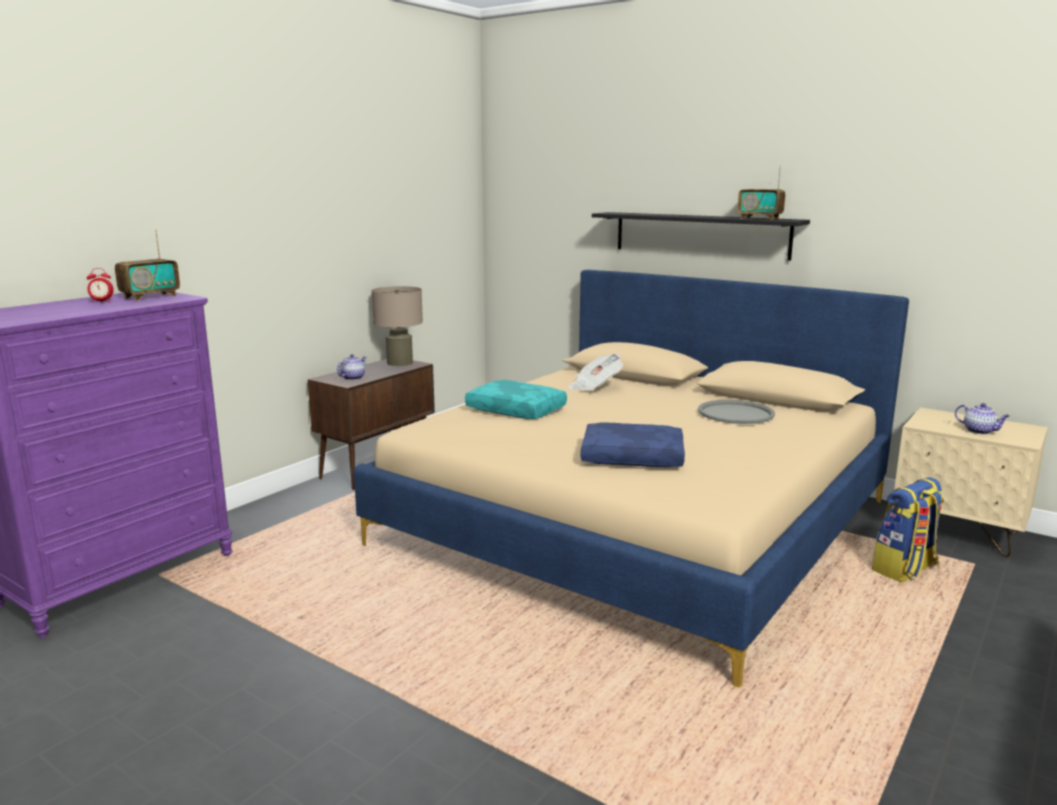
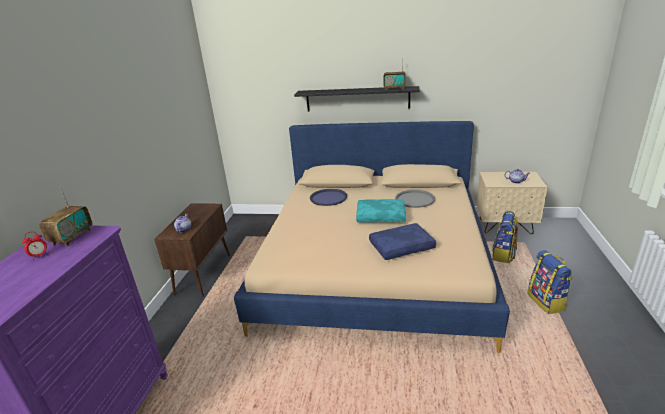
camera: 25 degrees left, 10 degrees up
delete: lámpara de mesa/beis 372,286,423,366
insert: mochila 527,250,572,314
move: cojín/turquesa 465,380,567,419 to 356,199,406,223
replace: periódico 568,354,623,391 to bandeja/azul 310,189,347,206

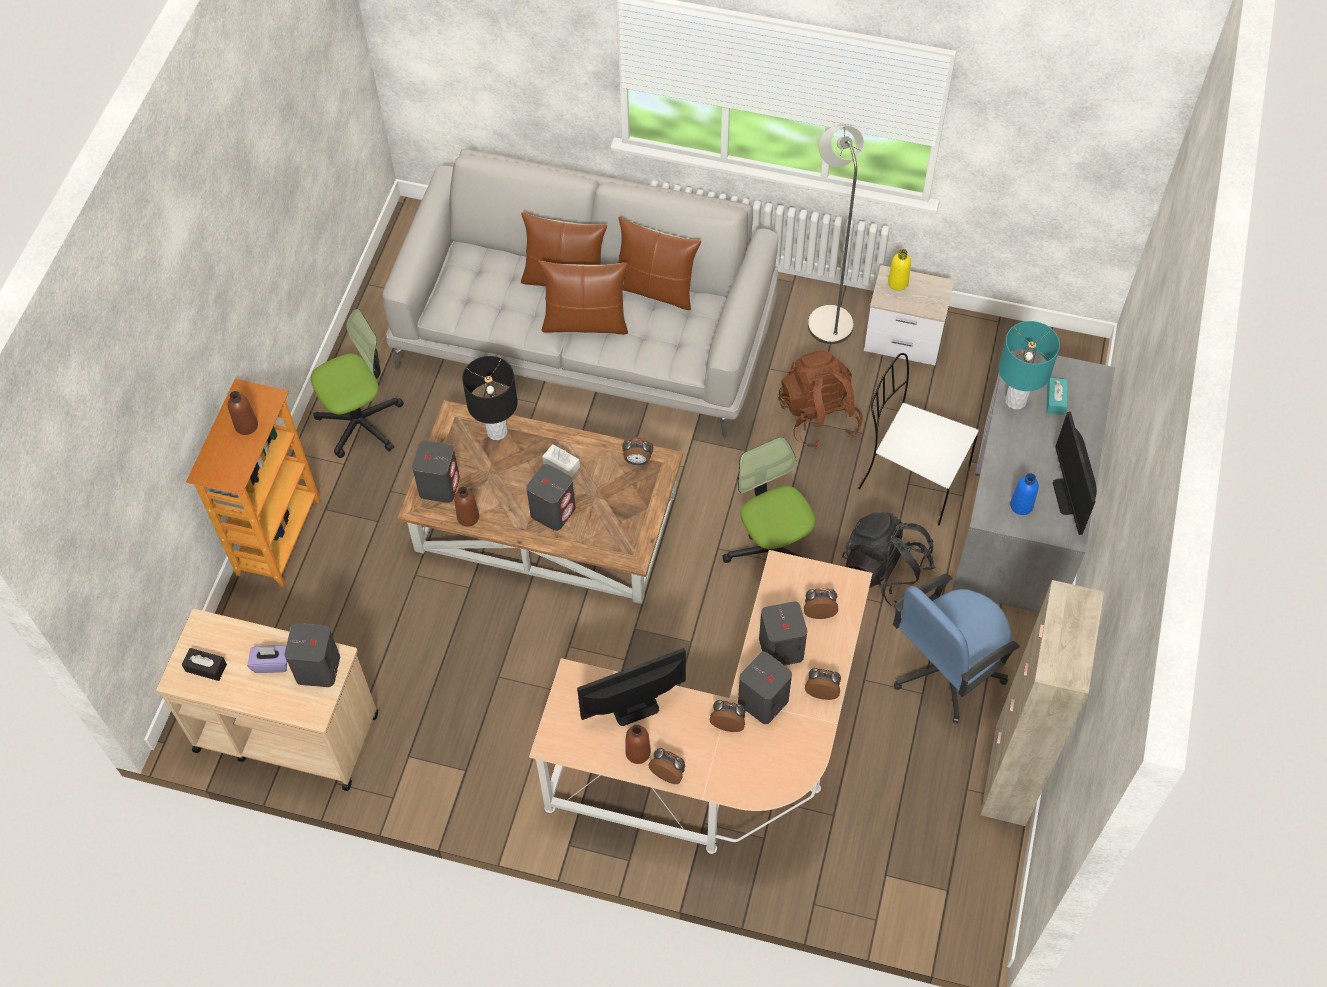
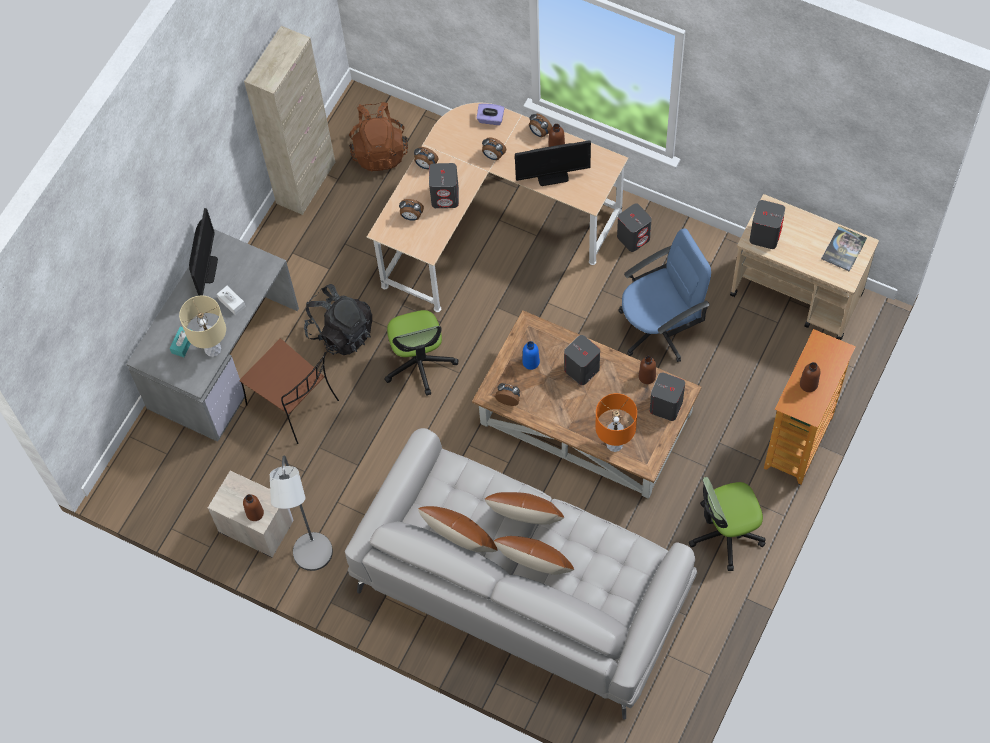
camera: 165 degrees left, 5 degrees up
move: mochila/marrón 778,350,863,449 to 349,102,408,172; caja de pañuelos/blanco 542,444,580,477 to 217,286,246,315; botella/azul 1010,473,1039,515 to 522,341,540,370; silla de oficina/azul 893,573,1020,723 to 618,228,711,362; caja de pañuelos/morado 247,645,287,673 to 477,103,505,125; altavoz/gris 738,652,792,724 to 617,204,652,252
replace: caja de pañuelos/negro 182,648,227,681 to libro 821,226,867,272
recolor: botella/amarillo 888,249,911,291 to botella/marrón 243,494,264,521; lámpara de mesa/turquesa 999,321,1060,409 to lámpara de mesa/beis 179,296,226,357; silla/blanco 858,353,979,525 to silla/marrón 239,338,339,444; lámpara de mesa/negro 462,356,518,440 to lámpara de mesa/naranja 595,393,637,452

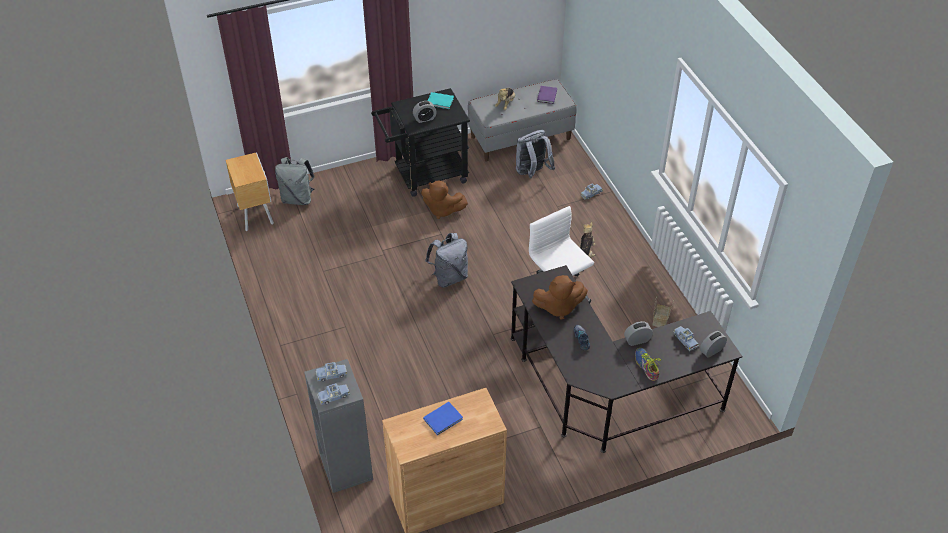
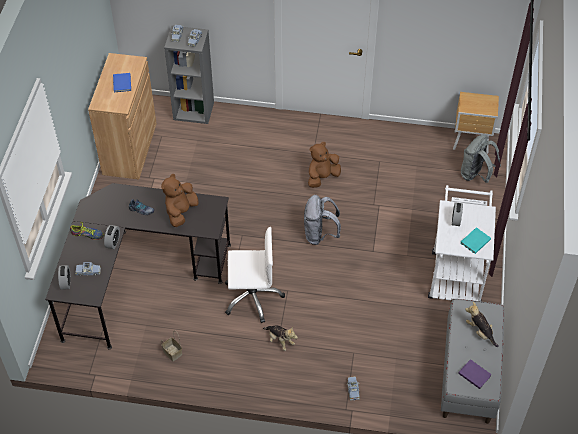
camera: 120 degrees right, 5 degrees up
delete: mochila/gris 516,130,555,179
move: peluche/marrón 421,181,468,219 to 308,142,341,188
recolor: carrito/negro 371,88,470,197 to carrito/blanco 428,185,496,301

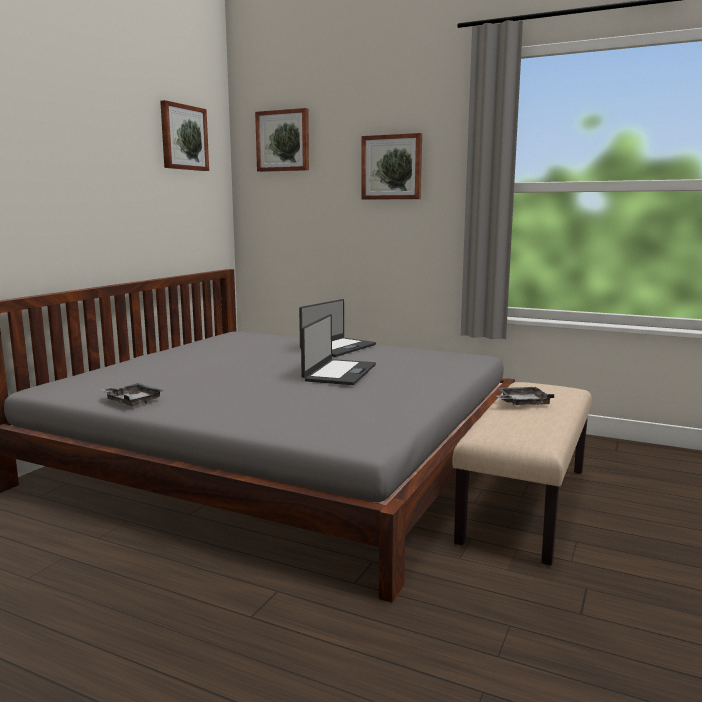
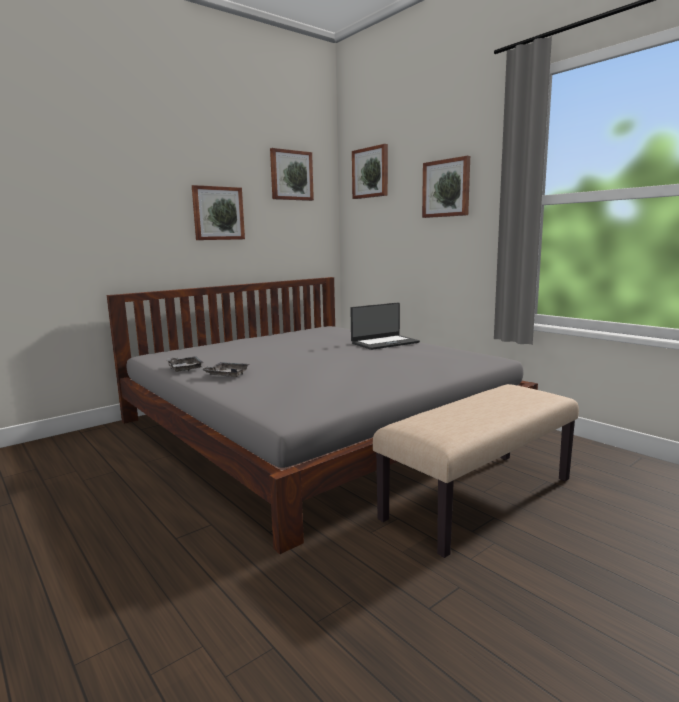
camera: 25 degrees right, 0 degrees up
delete: portátil 301,314,376,385
insert: cuadro 192,185,245,240
move: bandeja/gris 496,387,554,405 to 200,362,250,377

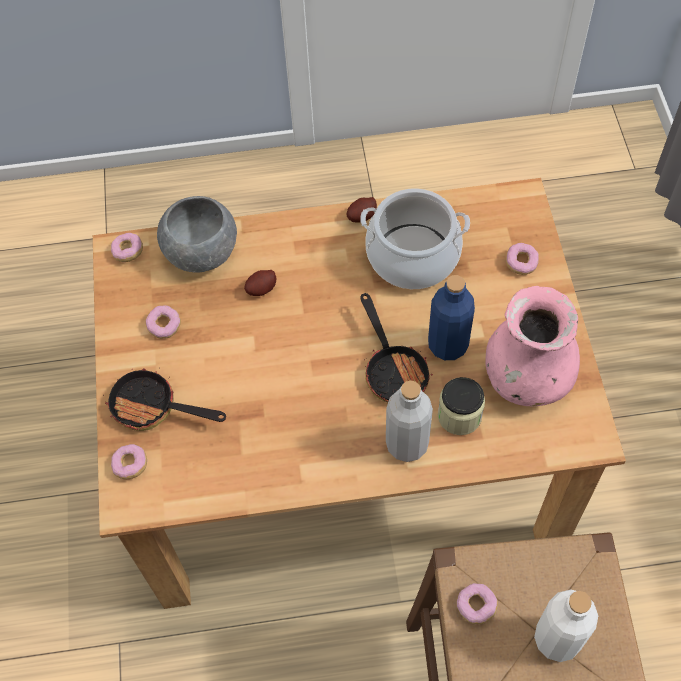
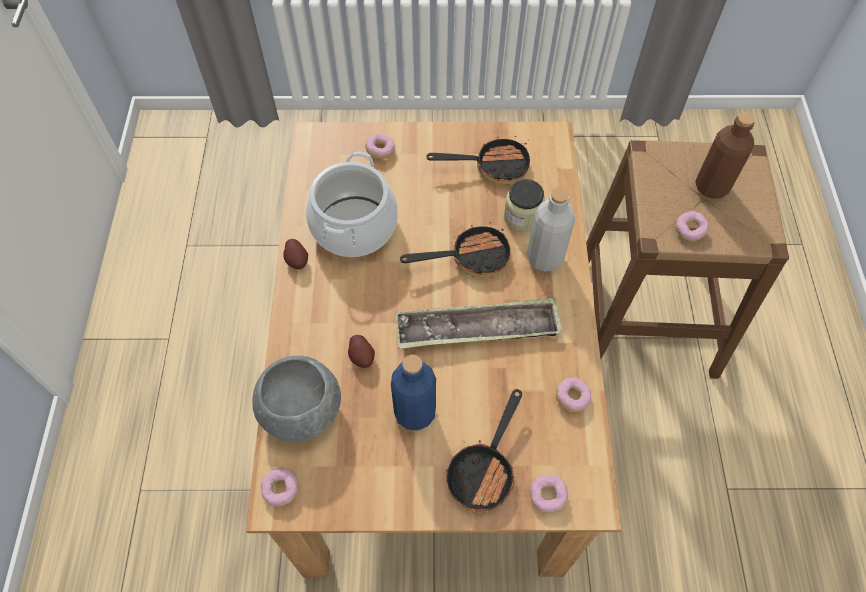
camera: 85 degrees left, 0 degrees up
insert: bandeja 395,297,562,349
move: botella/azul 428,275,475,360 to 391,355,436,431; rosquilla 145,305,181,339 to 556,378,591,412
replace: florero/rosa 485,286,580,406 to sartén 427,136,530,185
recolor: botella/blanco 534,590,598,662 to botella/marrón 695,112,755,199

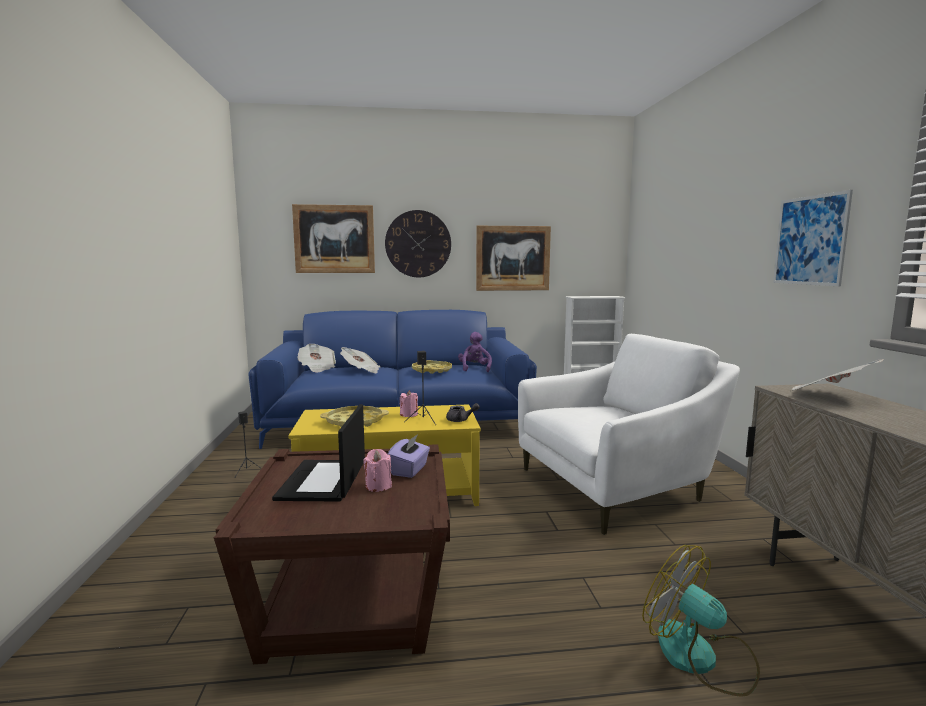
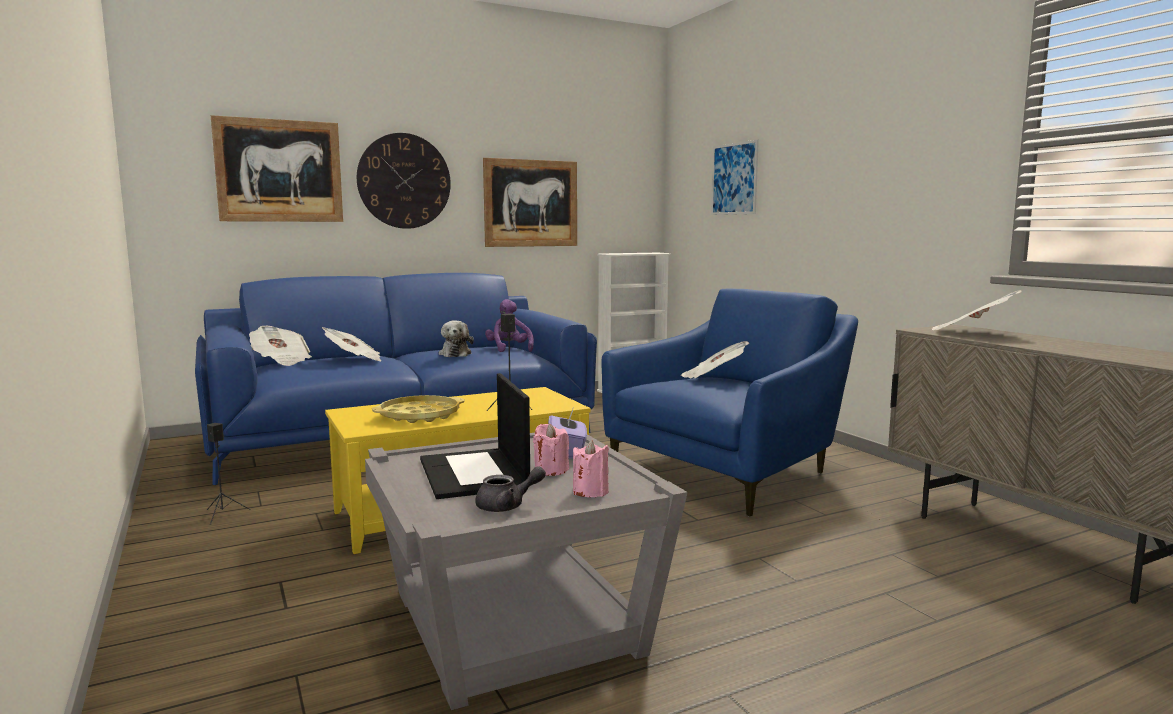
camera: 20 degrees left, 0 degrees up
delete: ventilador 642,545,760,697
insert: periódico 681,341,749,378
move: cuadro 773,190,853,286 to 711,140,759,215; vela/rosa 400,390,418,417 to 573,440,609,497; tetera/gris 446,403,480,422 to 475,466,546,512
replace: bandeja/amarillo 412,360,452,374 to peluche 439,321,474,357
recolor: sillón/blanco 518,334,740,535 to sillón/azul 601,288,858,517; mesa auxiliar/marrón 214,444,450,664 to mesa auxiliar/gris 365,433,688,710

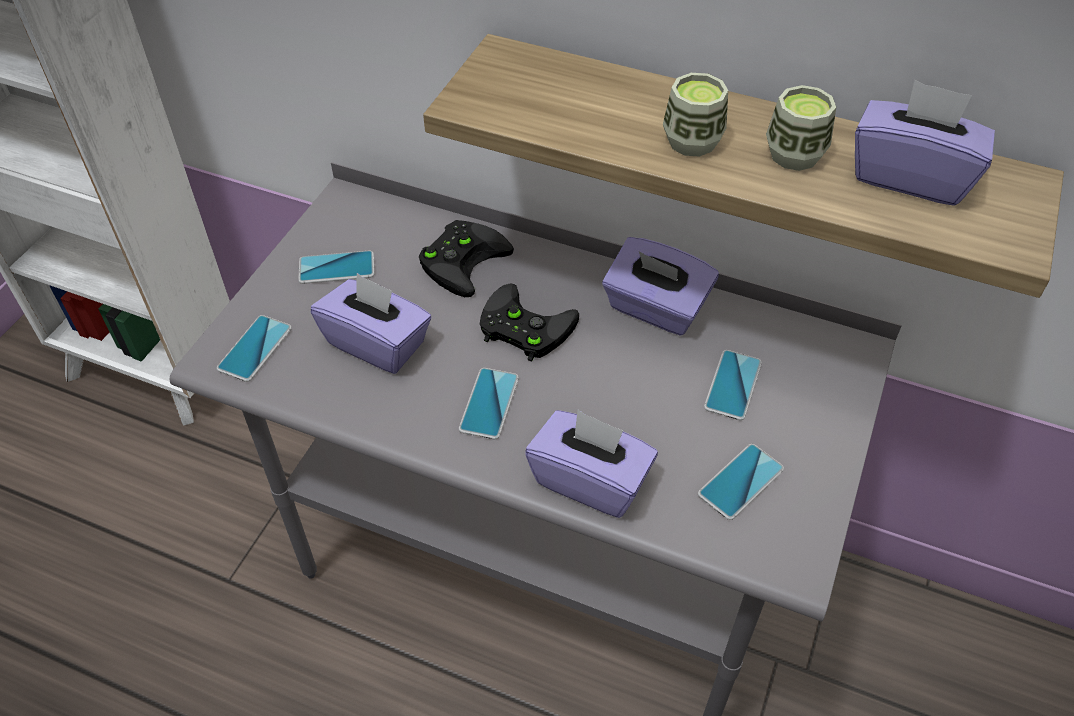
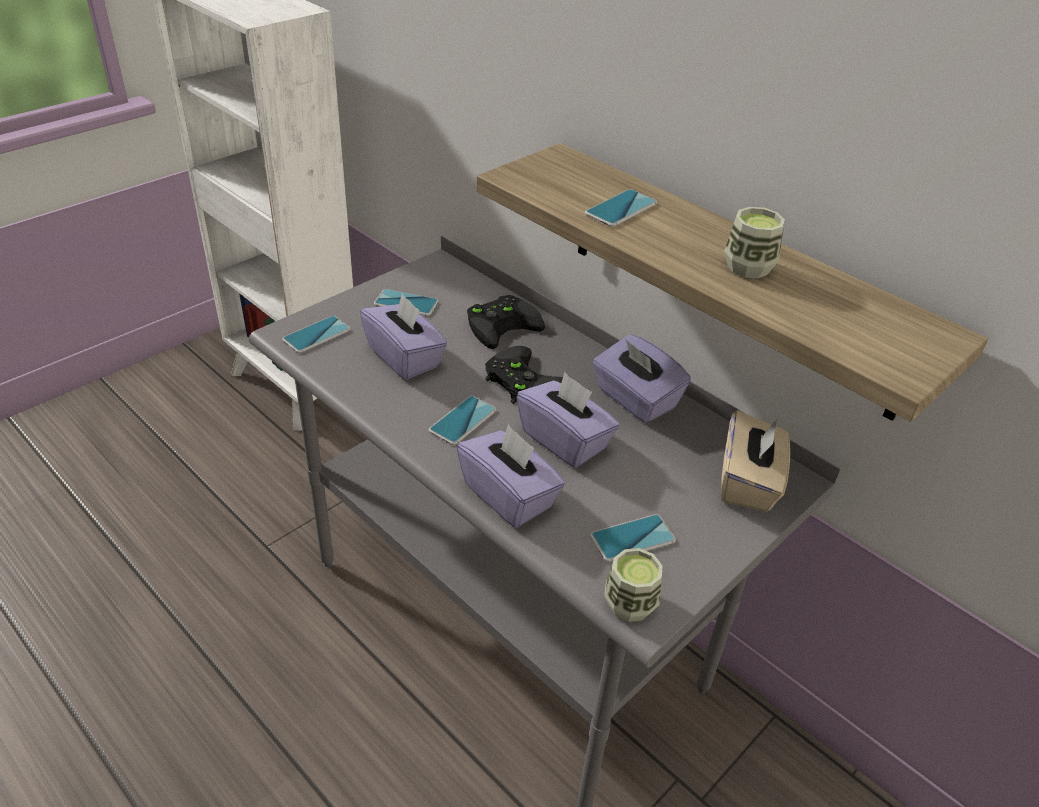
camera: 20 degrees right, 10 degrees down
insert: caja de pañuelos/beis 721,410,790,512
move: taza 663,73,728,157 to 604,548,663,622; caja de pañuelos/morado 855,80,995,206 to 516,372,619,468; móvil 704,350,762,420 to 585,189,657,227

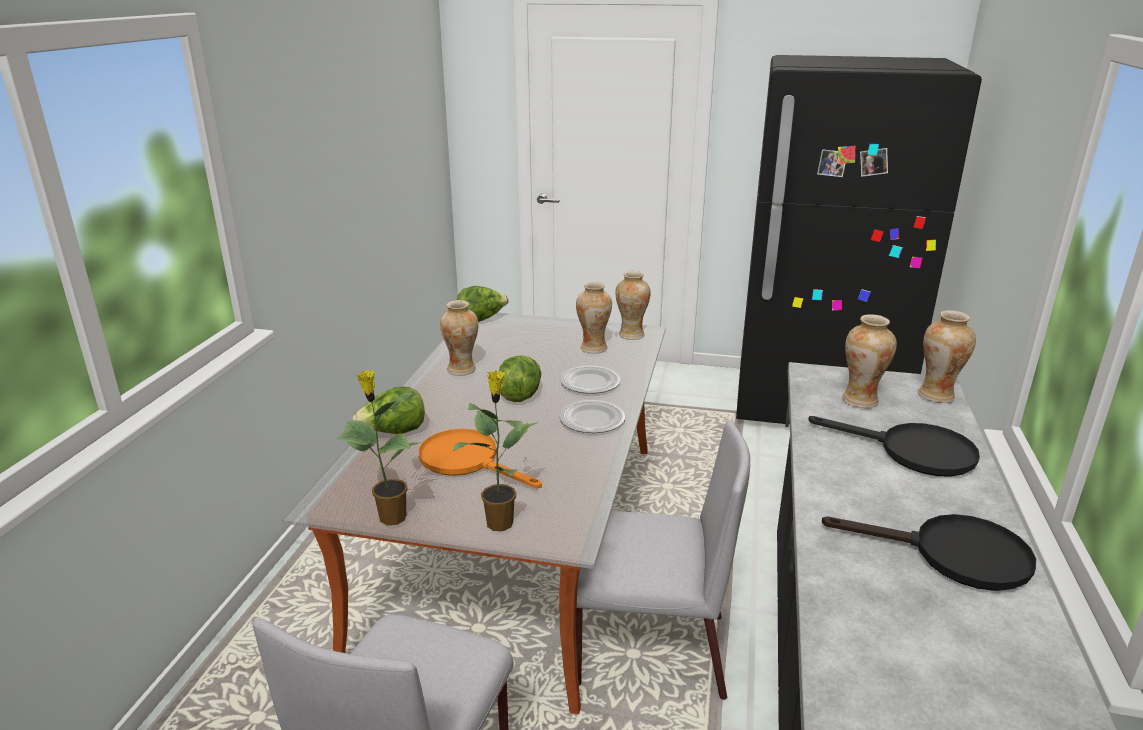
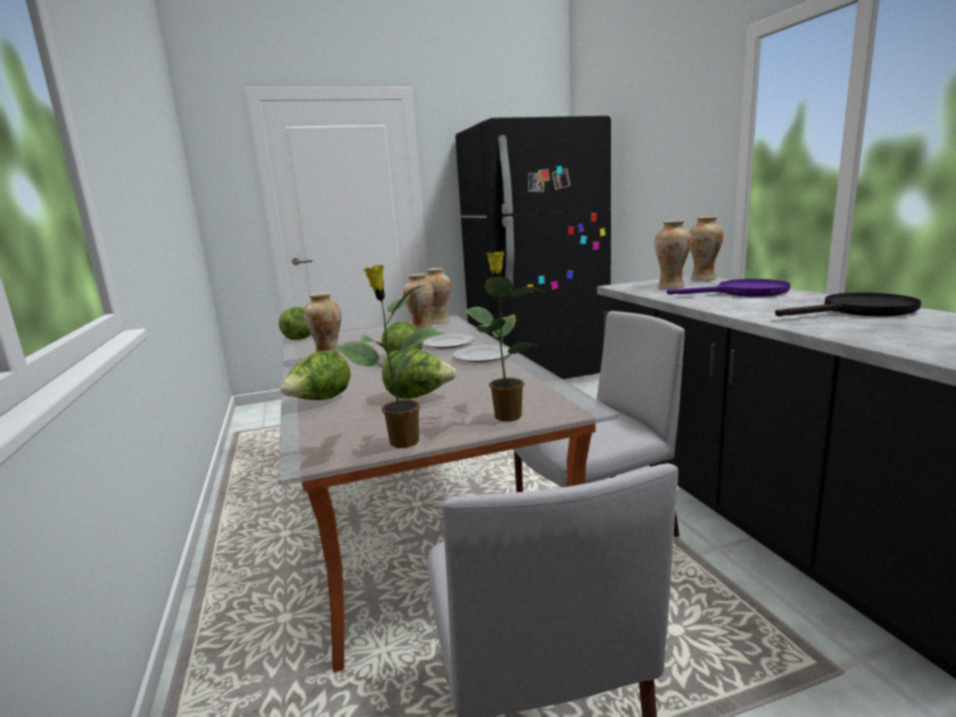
camera: 30 degrees left, 10 degrees down
replace: sartén/naranja 419,429,542,488 to lechuga 382,349,457,399
recolor: sartén/negro 808,416,980,477 to sartén/morado 667,279,790,297

